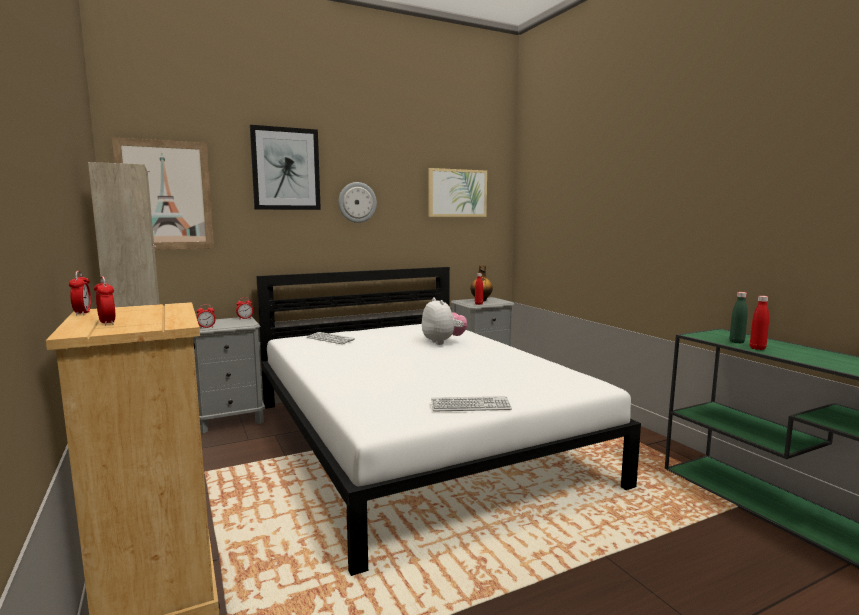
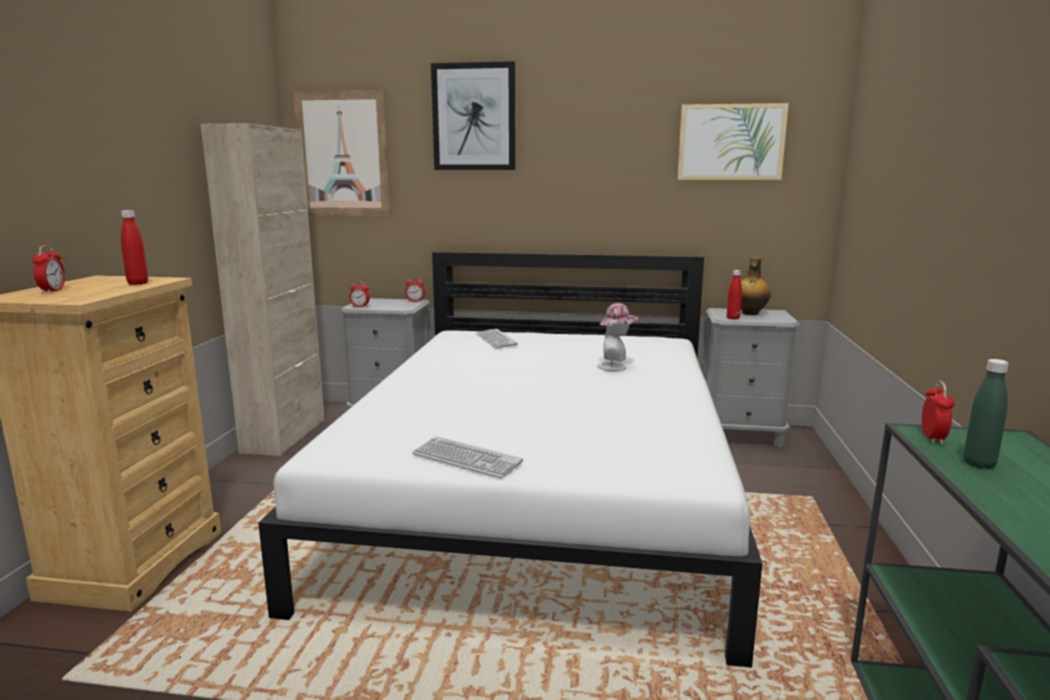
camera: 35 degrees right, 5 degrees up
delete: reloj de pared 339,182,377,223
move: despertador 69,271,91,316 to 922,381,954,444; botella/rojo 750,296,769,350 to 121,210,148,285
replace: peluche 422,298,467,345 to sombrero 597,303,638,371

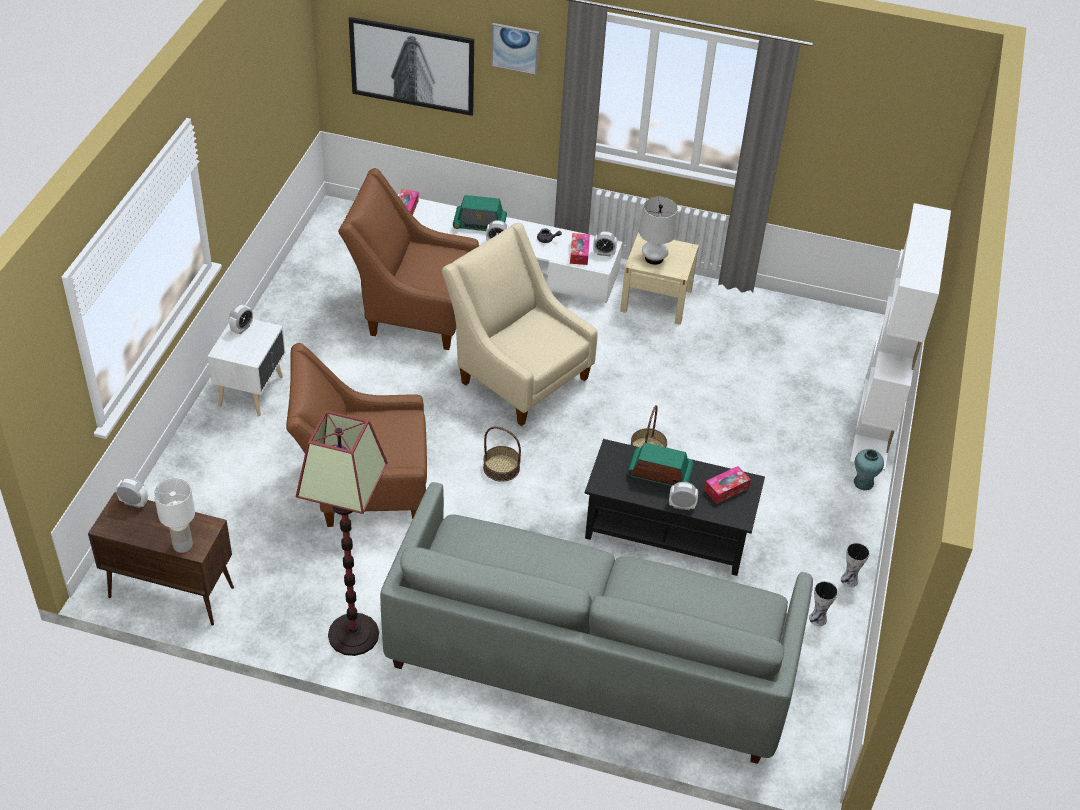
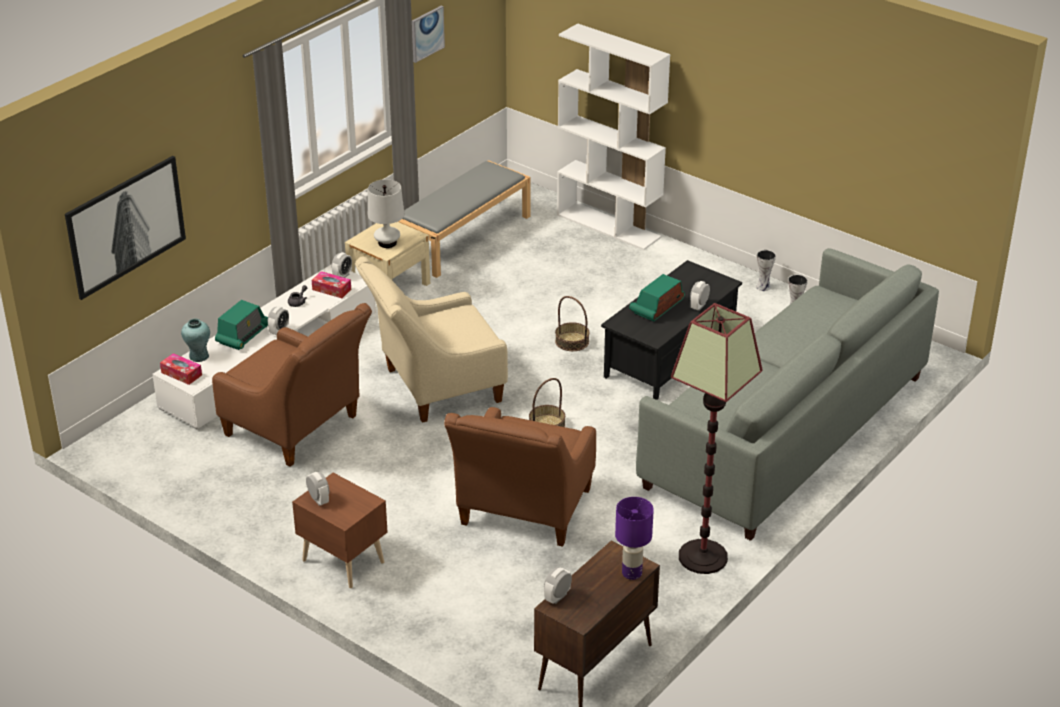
camera: 65 degrees left, 10 degrees down
delete: caja de pañuelos 704,466,751,504
insert: banco/gris 398,160,531,278
move: cuadro 491,23,539,75 to 412,6,445,63; florero/turquesa 854,449,884,490 to 181,318,210,362
recolor: mesita de noche/blanco 208,319,286,416 to mesita de noche/marrón 292,473,388,588; lámpara de mesa/blanco 154,478,195,553 to lámpara de mesa/morado 615,497,654,580
rotate: sillón/marrón 338,168,479,350 = 212,303,372,467 90 degrees counterclockwise

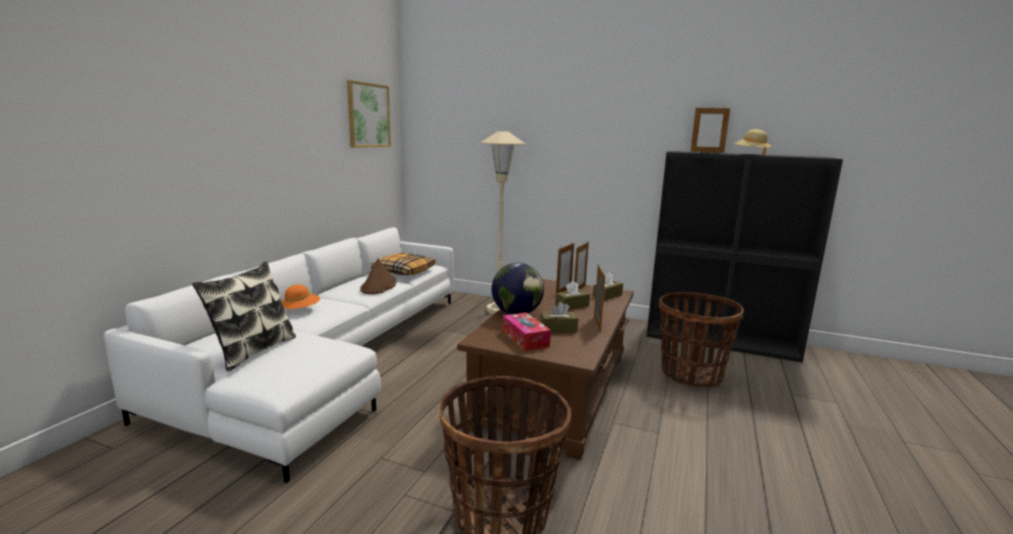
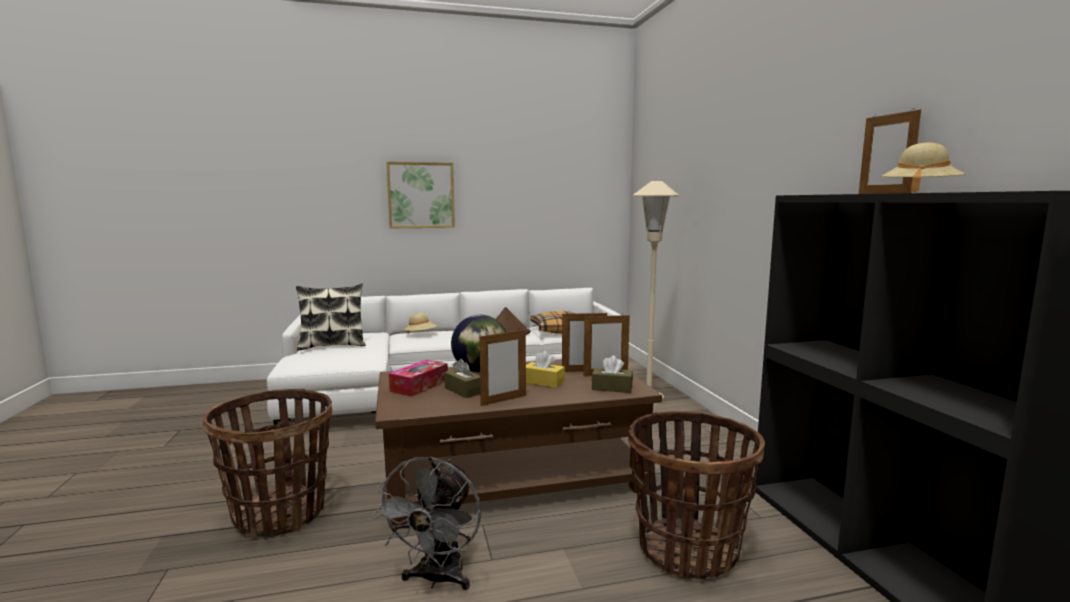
camera: 55 degrees right, 5 degrees down
insert: ventilador/gris 372,457,481,590
move: cuadro 347,80,391,148 to 386,162,455,228
recolor: caja de pañuelos/marrón 555,281,590,310 to caja de pañuelos/amarillo 526,351,565,388; sombrero/naranja 281,284,320,309 to sombrero/beis 404,313,437,333

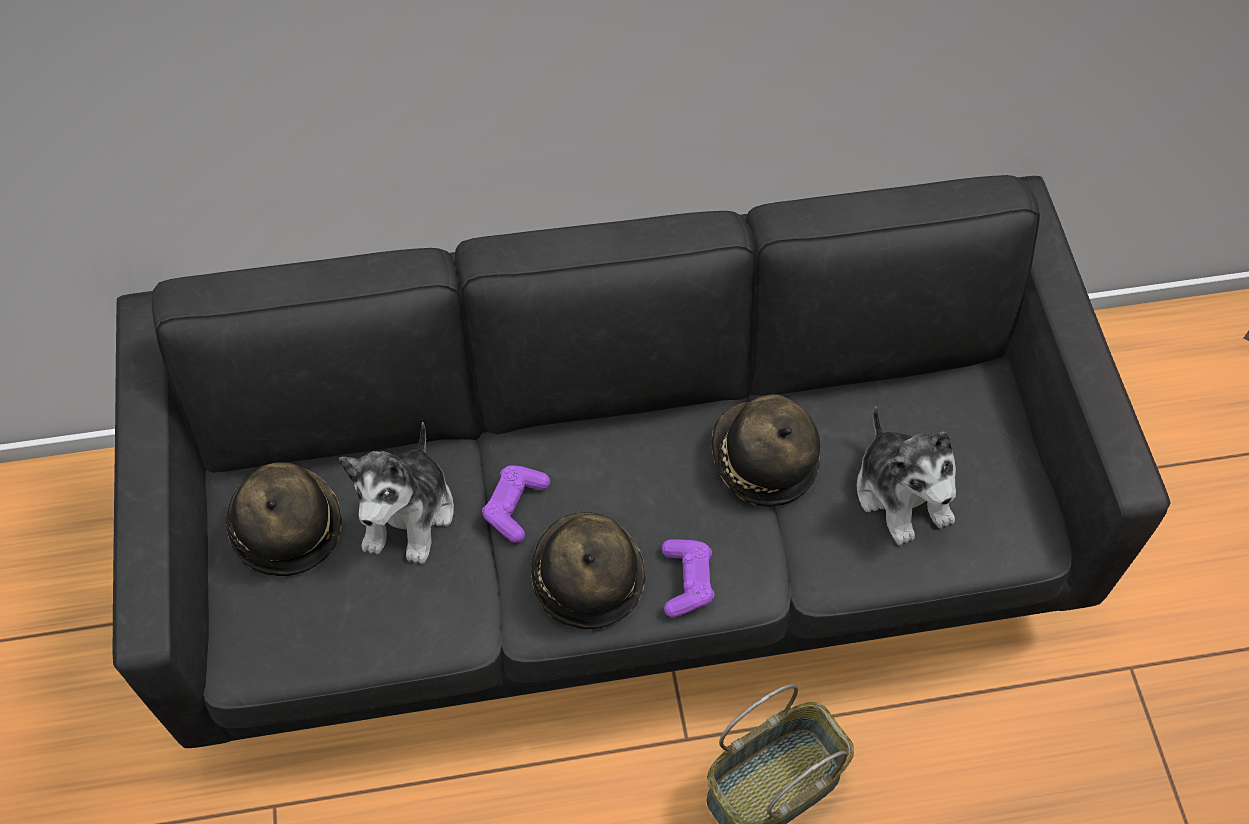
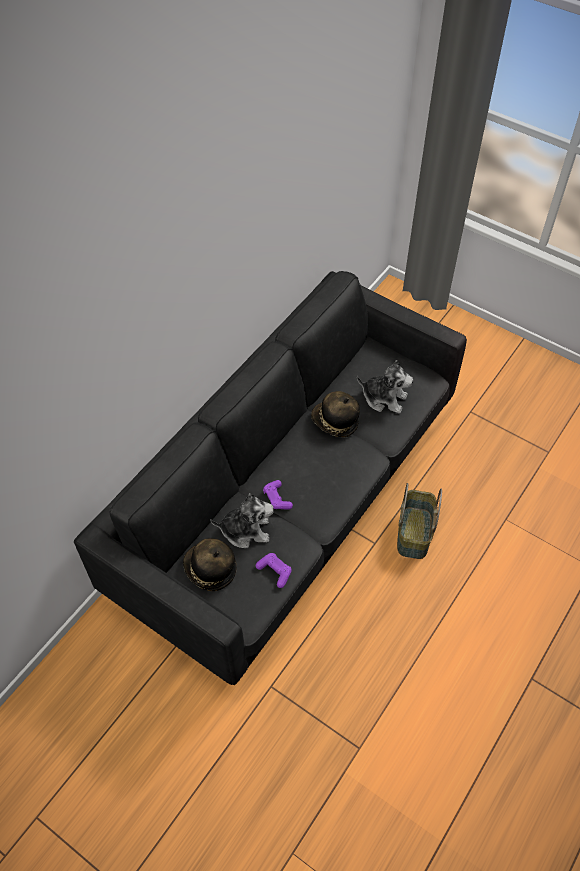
camera: 45 degrees left, 5 degrees down
delete: sombrero 531,512,645,629
move: mando de consola/morado 662,539,714,617 to 256,553,292,588
rotate: peluche 339,422,454,564 = 210,493,274,548 60 degrees counterclockwise

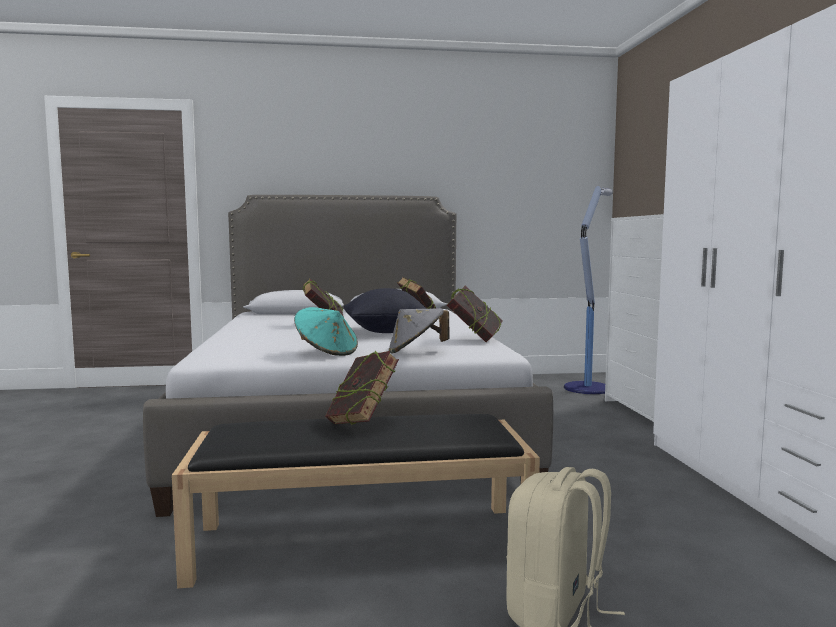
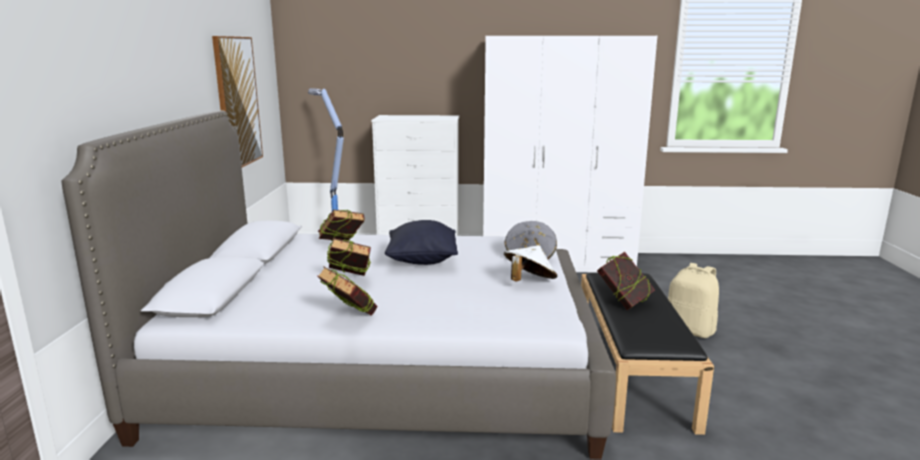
camera: 80 degrees left, 10 degrees up
insert: cuadro 212,36,263,167
move: libro 447,286,502,342 to 317,267,378,316
recolor: sombrero/turquesa 294,307,358,356 to sombrero/blanco 504,245,557,281

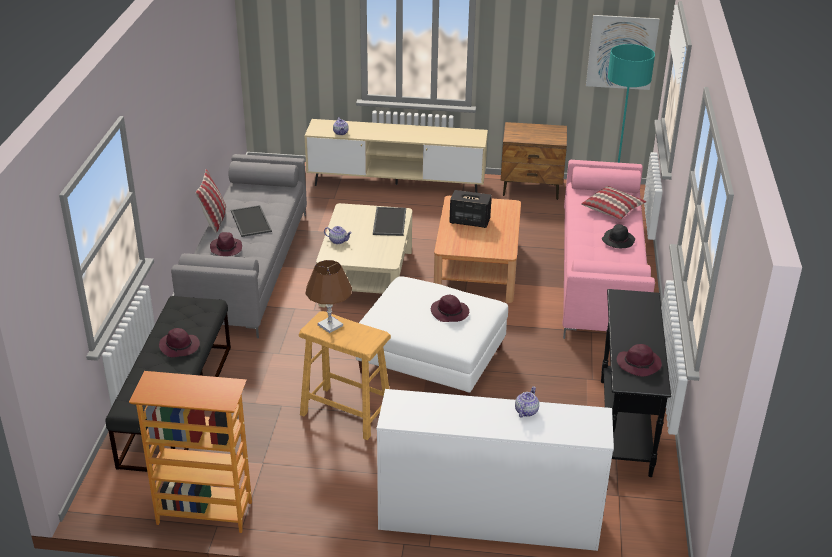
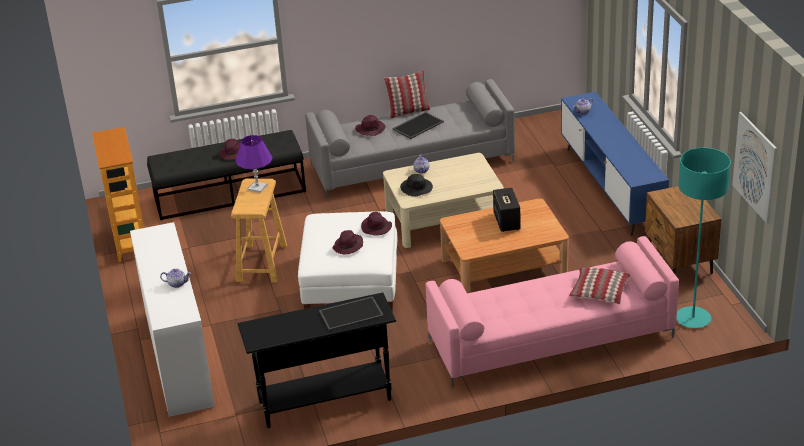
camera: 70 degrees right, 0 degrees up
move: bandeja 373,207,406,236 to 319,296,384,331; sombrero/negro 602,224,635,248 to 400,174,433,197; sombrero/morado 617,344,662,377 to 361,212,392,235
recolor: mueble de televisión/beis 304,119,488,193 to mueble de televisión/azul 561,92,669,236; lámpara de mesa/marrón 305,260,352,333 to lámpara de mesa/morado 236,135,273,193

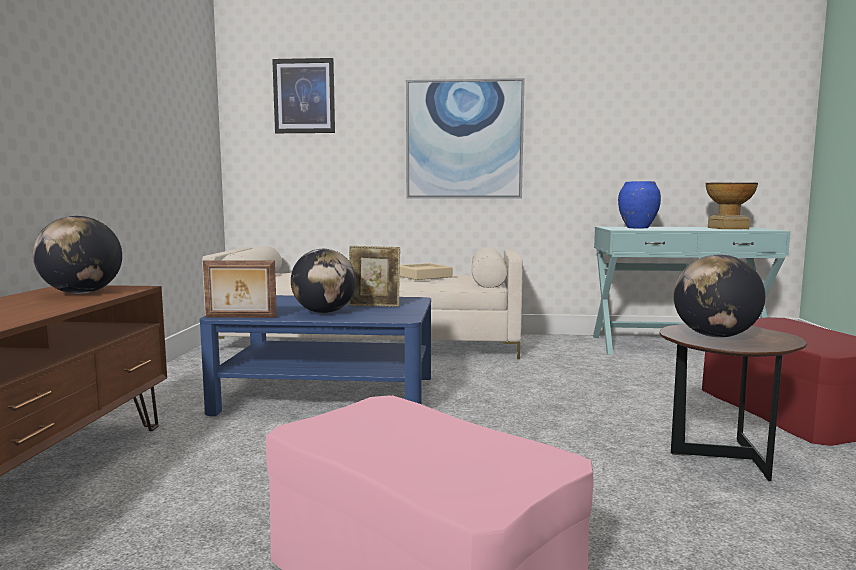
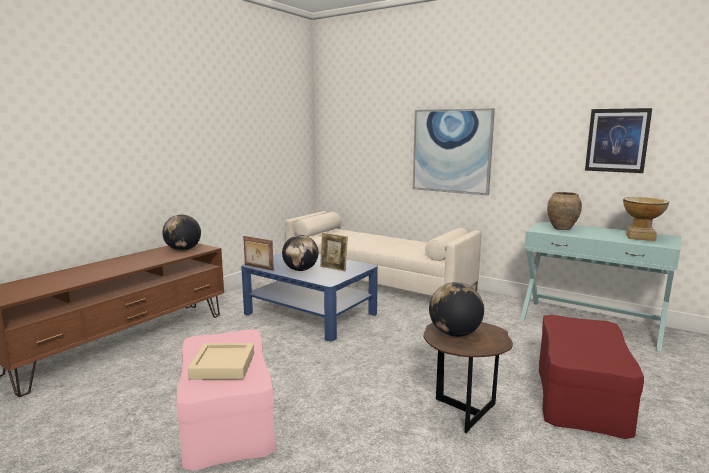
camera: 30 degrees right, 5 degrees up
move: cuadro 272,58,335,133 to 585,108,652,173; bandeja/beis 400,263,452,280 to 188,343,254,380
recolor: florero/azul 618,181,661,228 to florero/marrón 547,192,582,230

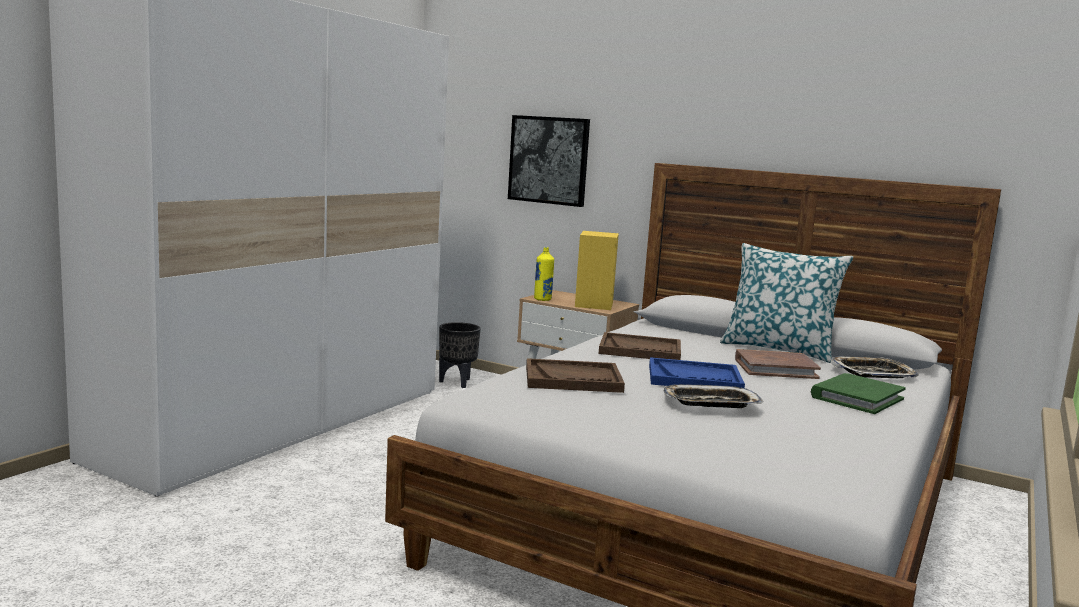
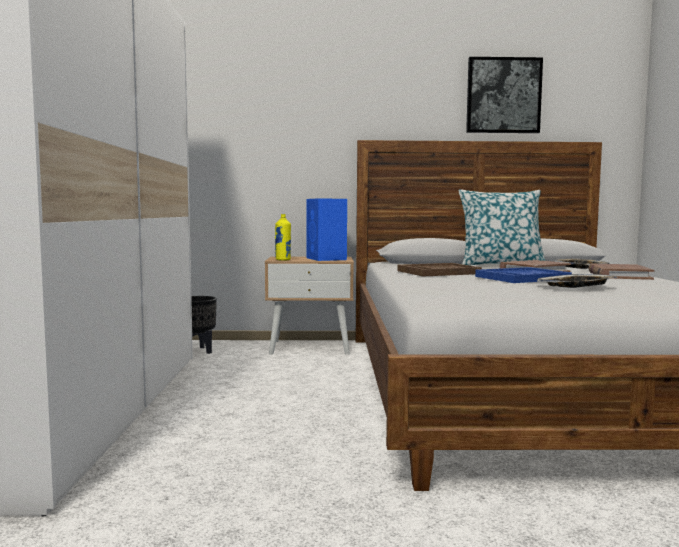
camera: 30 degrees left, 5 degrees down
delete: bandeja/marrón 526,358,625,393
move: cuadro 508,115,590,207 to 466,57,543,133
recolor: altavoz/amarillo 575,231,619,310 to altavoz/azul 307,198,347,261; libro/verde 811,373,906,414 to libro/marrón 588,264,655,280

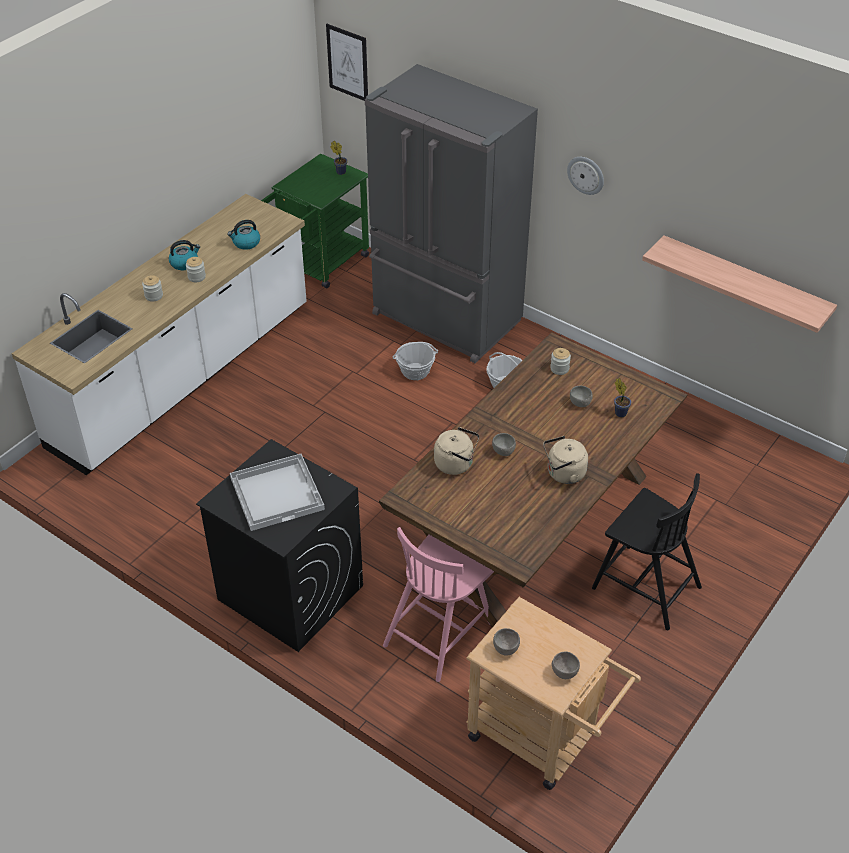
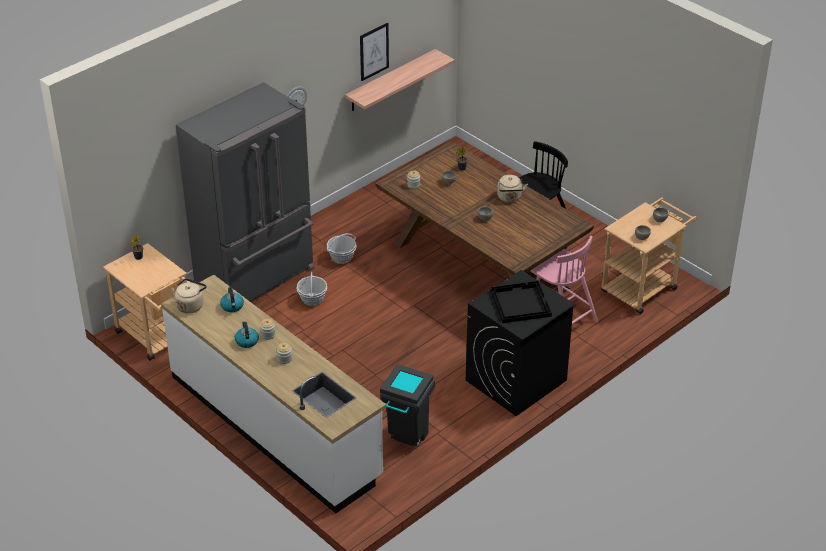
camera: 80 degrees left, 5 degrees down
insert: papelera/gris 380,364,435,447
move: cuadro 326,24,368,101 to 360,23,389,81; hervidor/beis 434,427,479,475 to 171,278,207,313
recolor: carrito/verde 261,153,369,288 to carrito/beis 103,243,189,361; bandeja/blanco 230,454,325,531 to bandeja/negro 490,281,552,323

